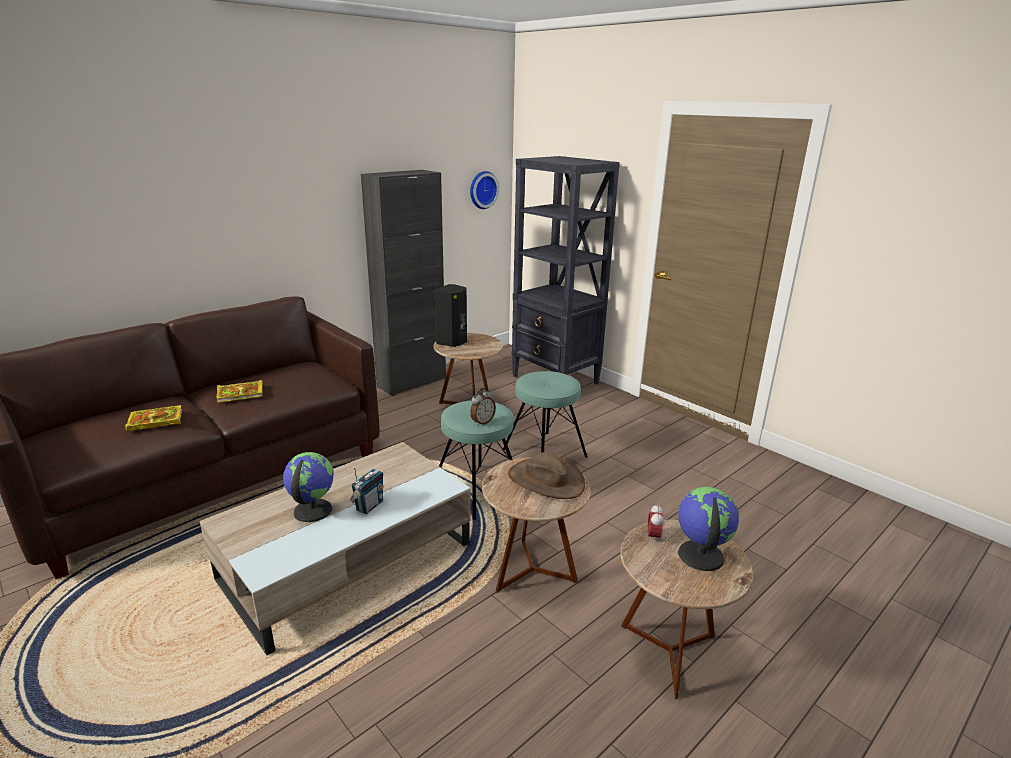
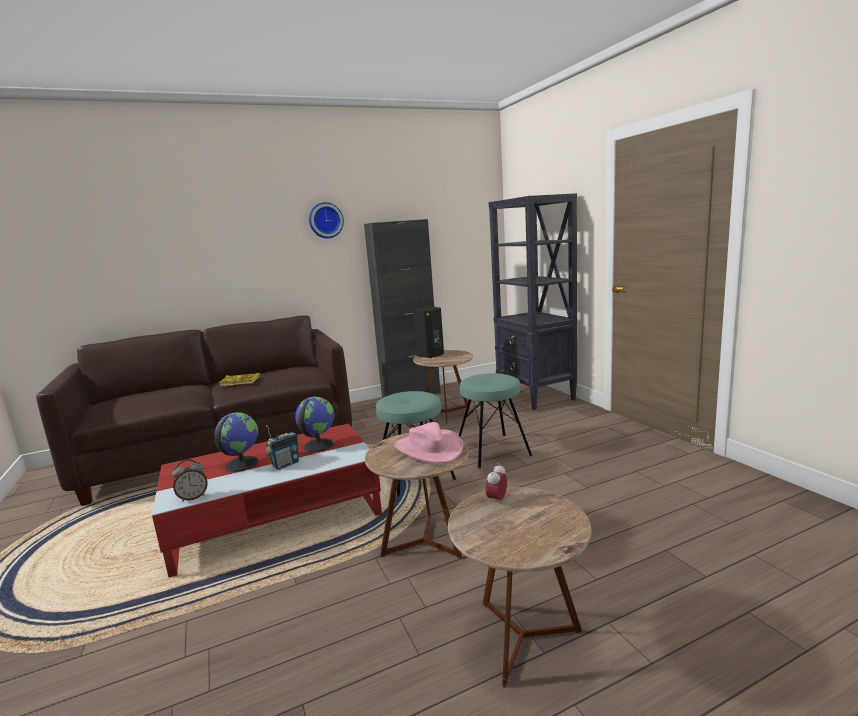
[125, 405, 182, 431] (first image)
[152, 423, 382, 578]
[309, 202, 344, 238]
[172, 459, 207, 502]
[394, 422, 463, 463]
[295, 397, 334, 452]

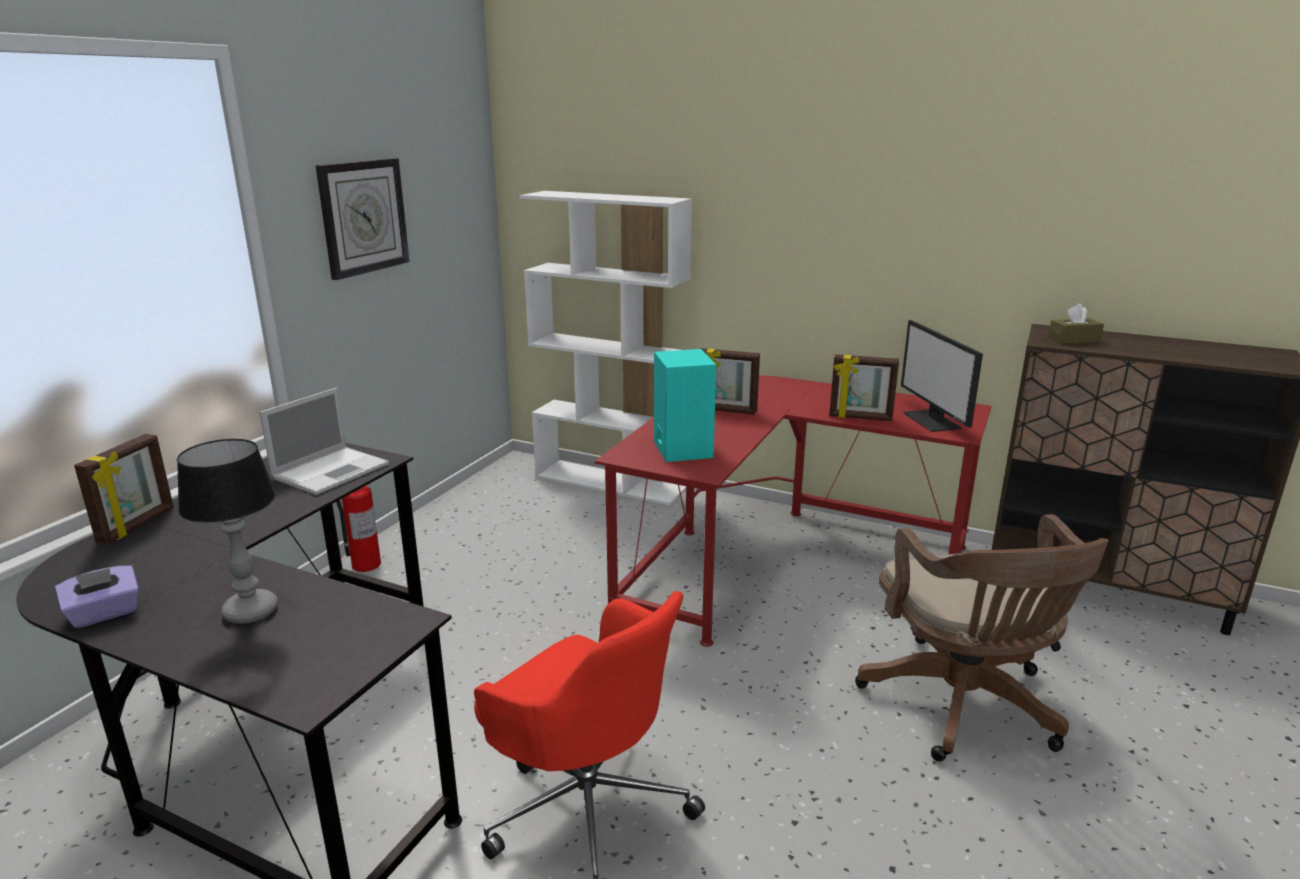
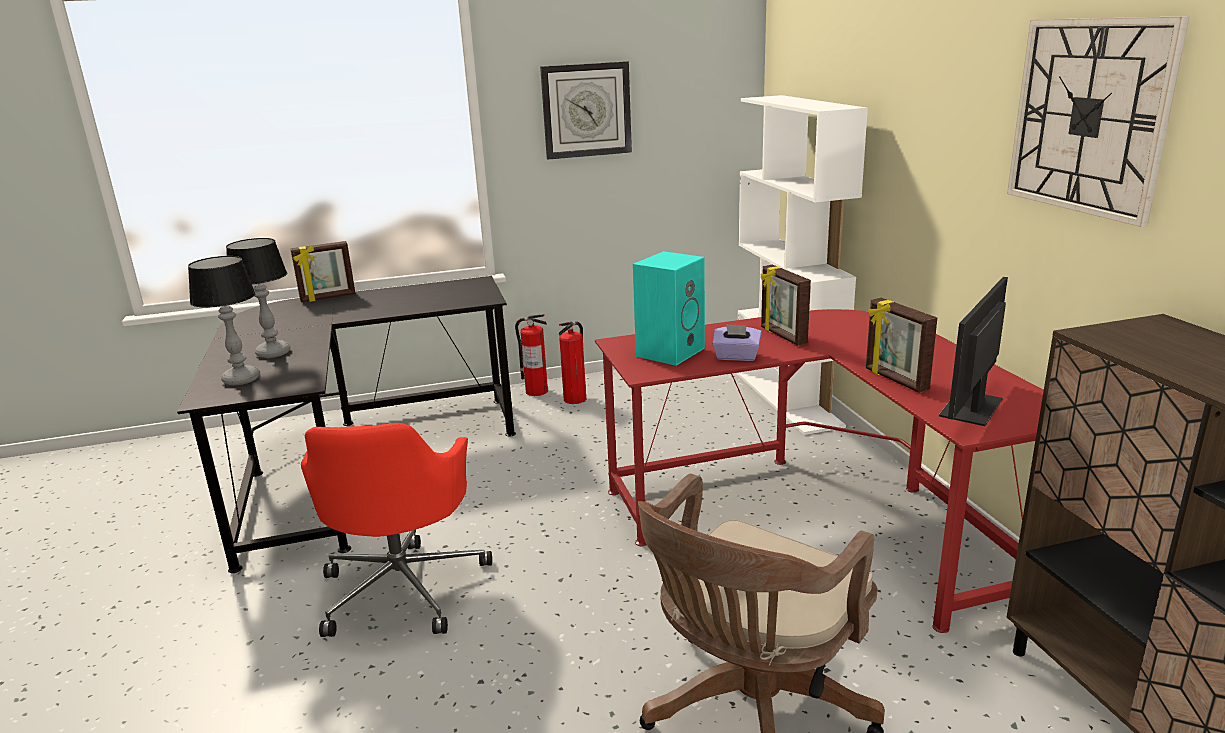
[712, 324, 761, 361]
[259, 388, 389, 495] (first image)
[1048, 303, 1104, 344] (first image)
[188, 256, 260, 385]
[559, 322, 586, 404]
[1007, 16, 1189, 227]

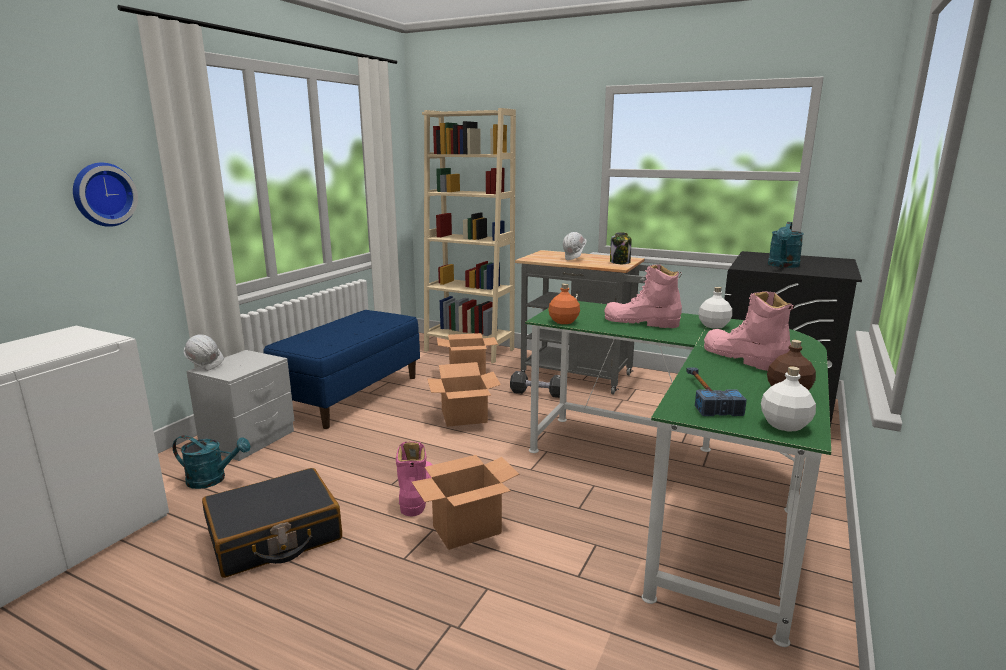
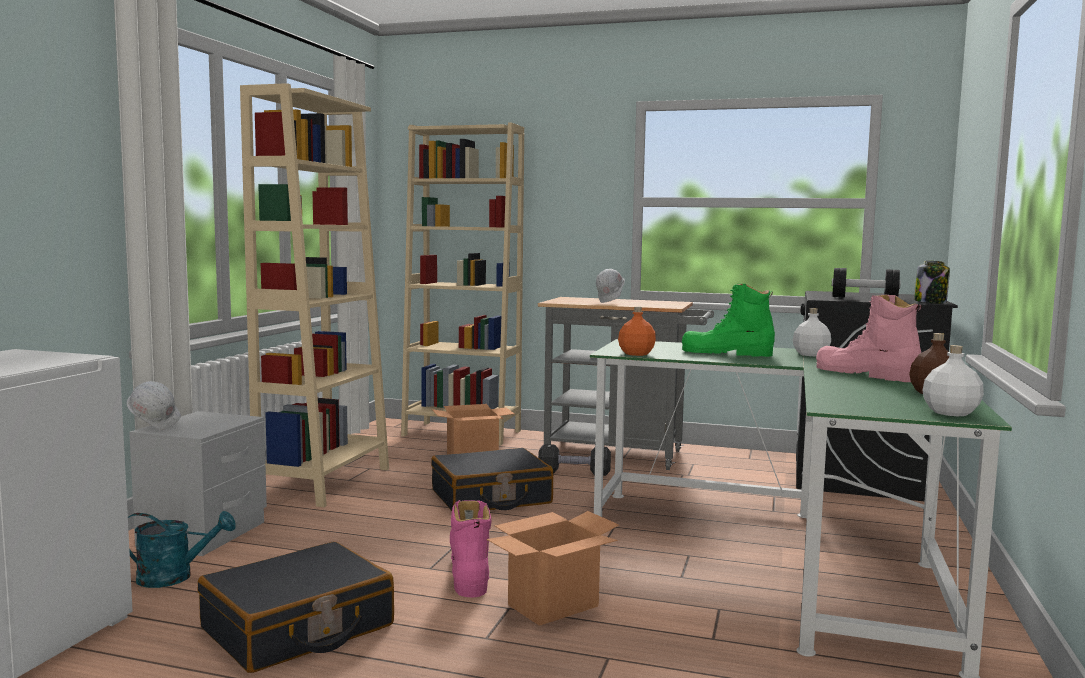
[73, 163, 138, 227] (first image)
[240, 83, 389, 507]
[431, 448, 553, 511]
[682, 284, 775, 357]
[914, 261, 950, 304]
[686, 367, 747, 416] (first image)
[832, 268, 901, 298]

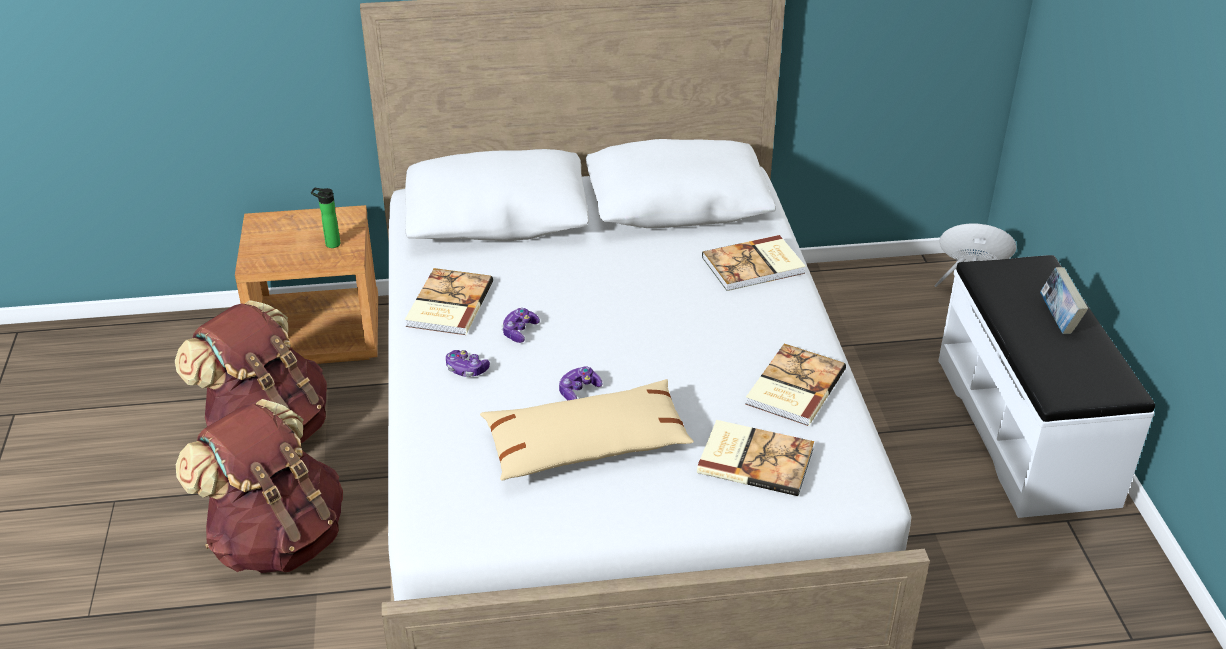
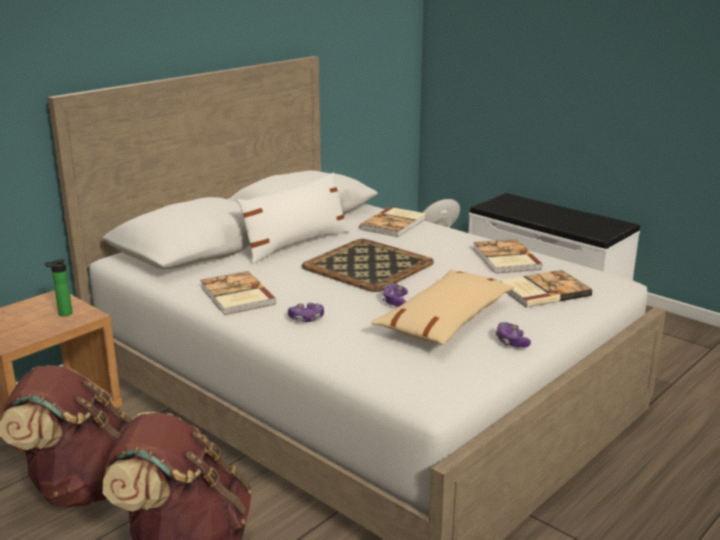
[496, 322, 531, 348]
[1040, 267, 1088, 334] (first image)
[237, 172, 350, 264]
[302, 239, 434, 292]

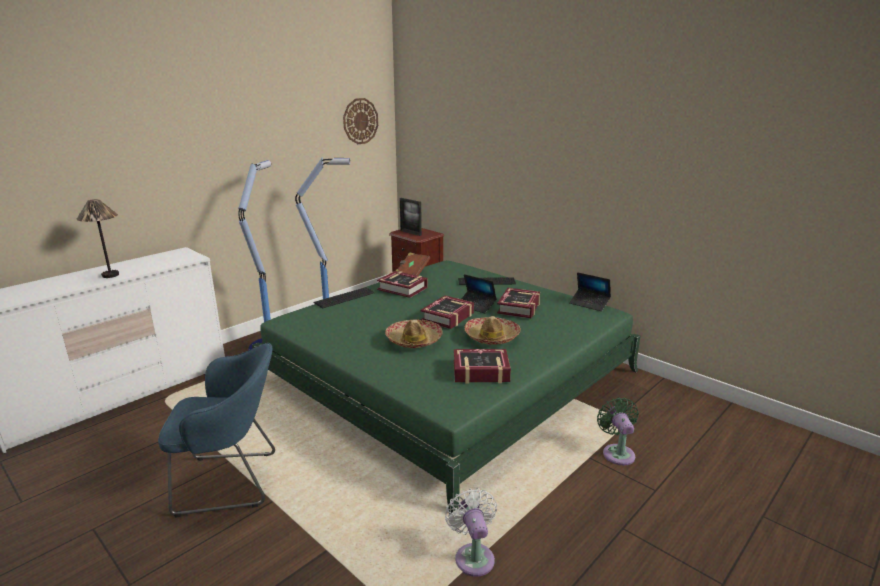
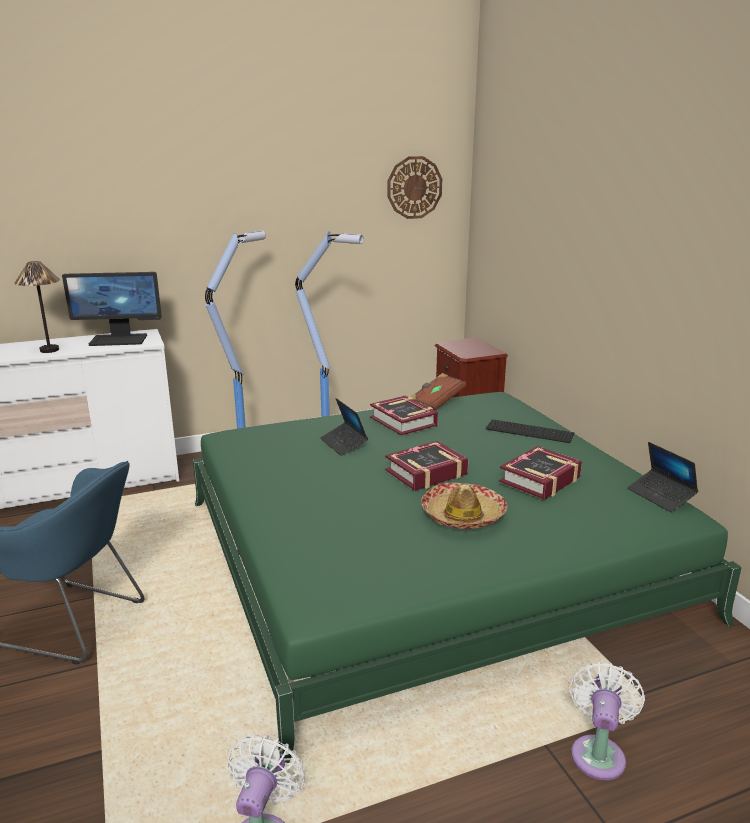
[313, 287, 375, 308] (first image)
[385, 319, 443, 348] (first image)
[400, 198, 422, 236] (first image)
[454, 349, 511, 383] (first image)
[320, 398, 368, 456]
[569, 662, 645, 780]
[62, 272, 162, 346]

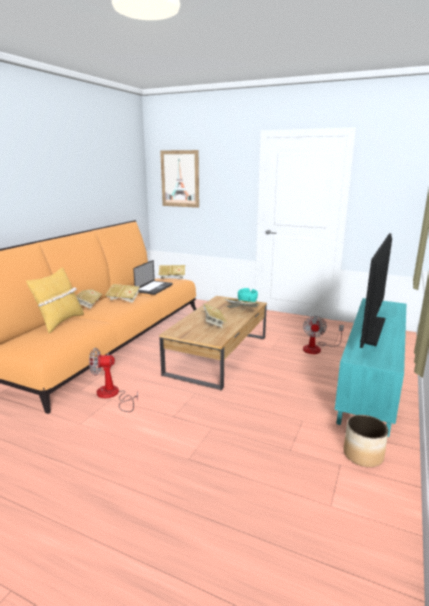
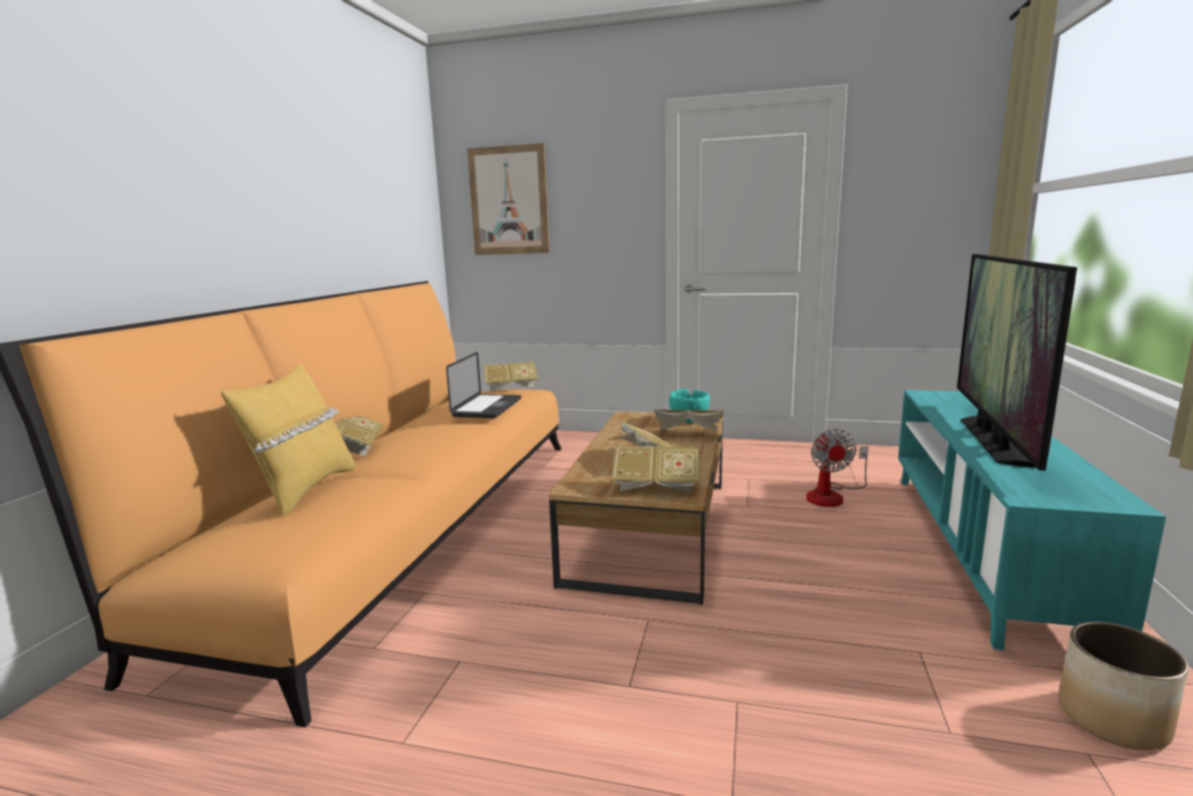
[89, 348, 138, 412] (first image)
[611, 446, 699, 493]

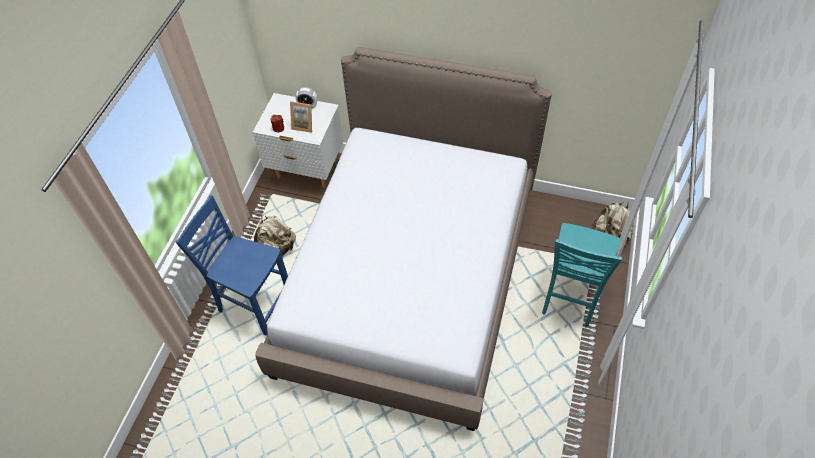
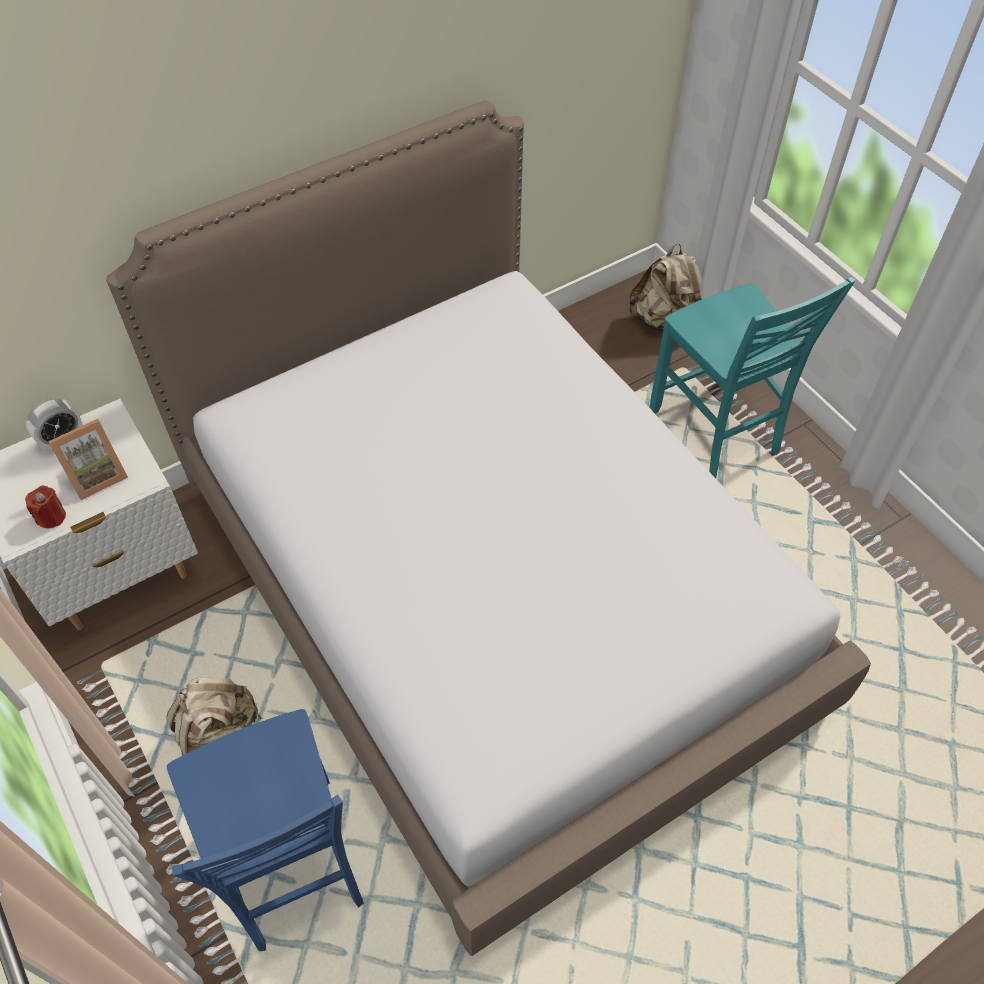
[167, 709, 364, 951]

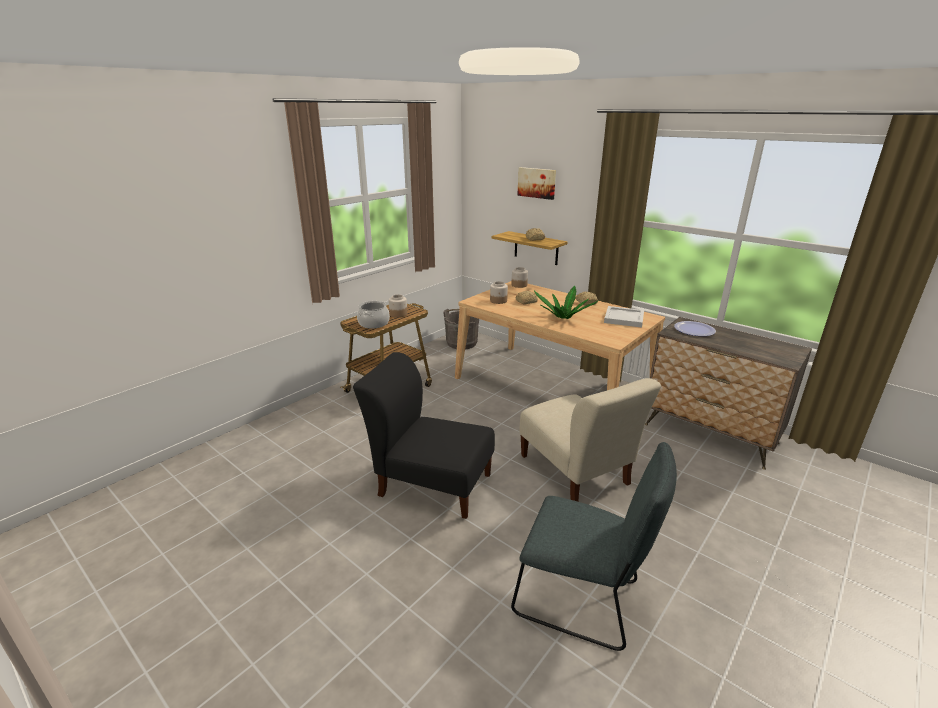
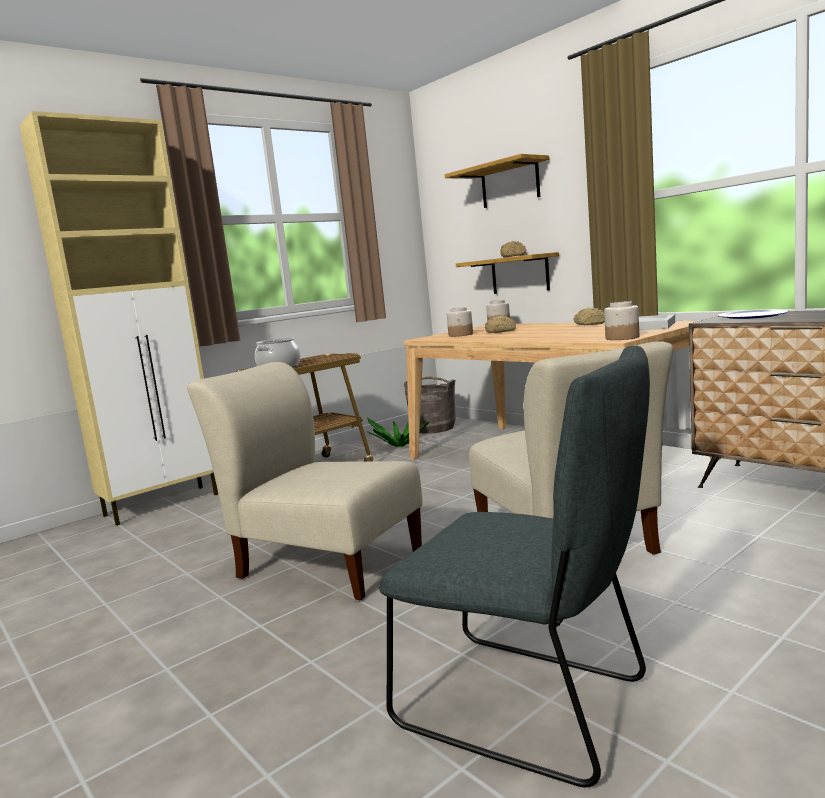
[187, 362, 423, 600]
[604, 301, 639, 340]
[445, 154, 549, 208]
[367, 417, 429, 447]
[20, 111, 218, 526]

